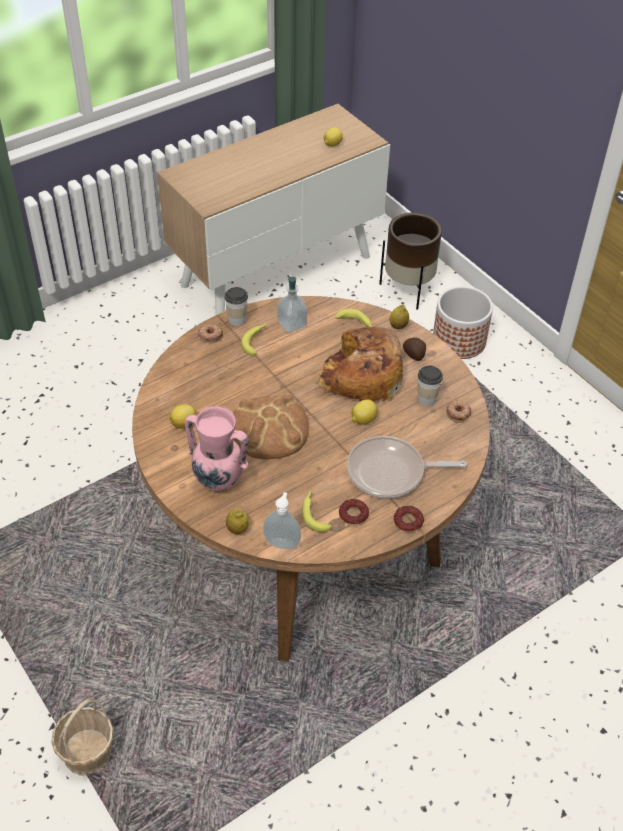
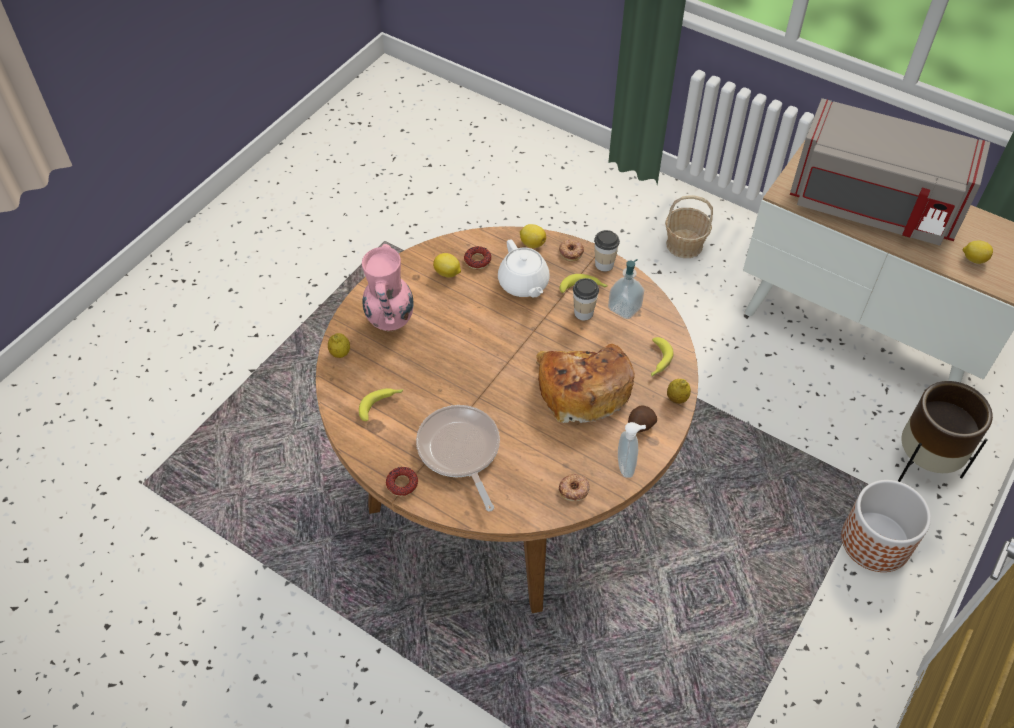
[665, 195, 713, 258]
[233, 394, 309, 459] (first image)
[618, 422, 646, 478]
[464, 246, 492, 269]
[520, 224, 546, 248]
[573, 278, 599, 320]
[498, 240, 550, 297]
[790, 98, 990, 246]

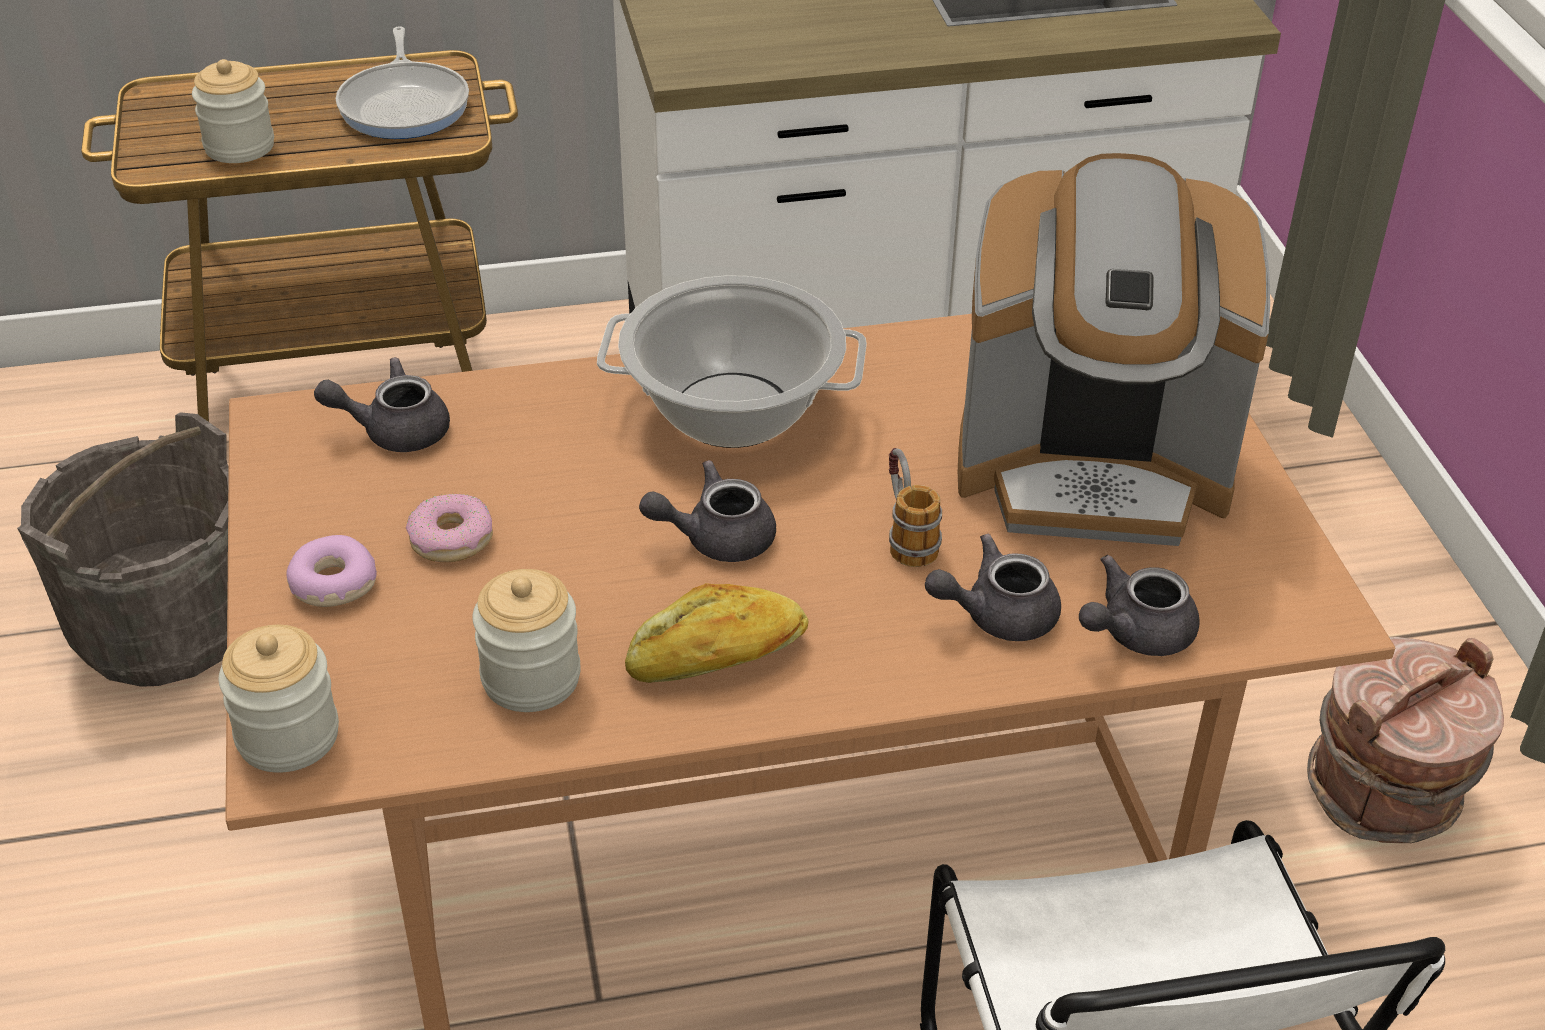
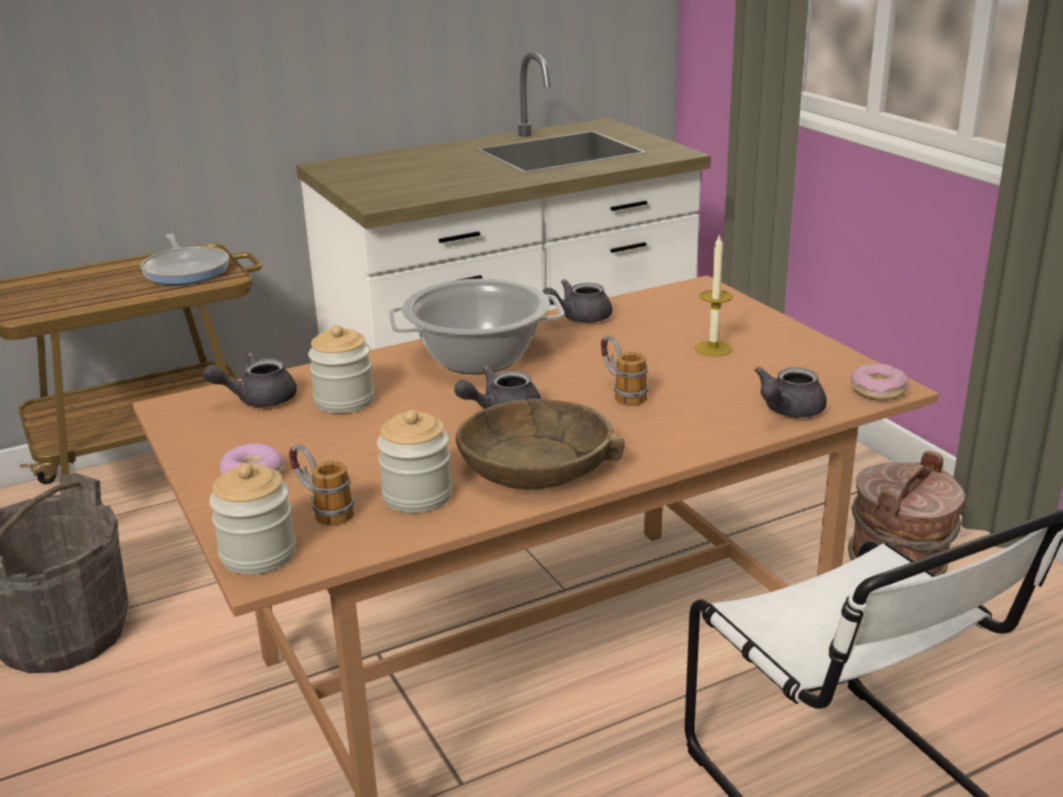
[308, 325, 374, 413]
[851, 363, 909, 400]
[456, 399, 625, 490]
[542, 279, 612, 323]
[695, 236, 732, 357]
[289, 444, 354, 526]

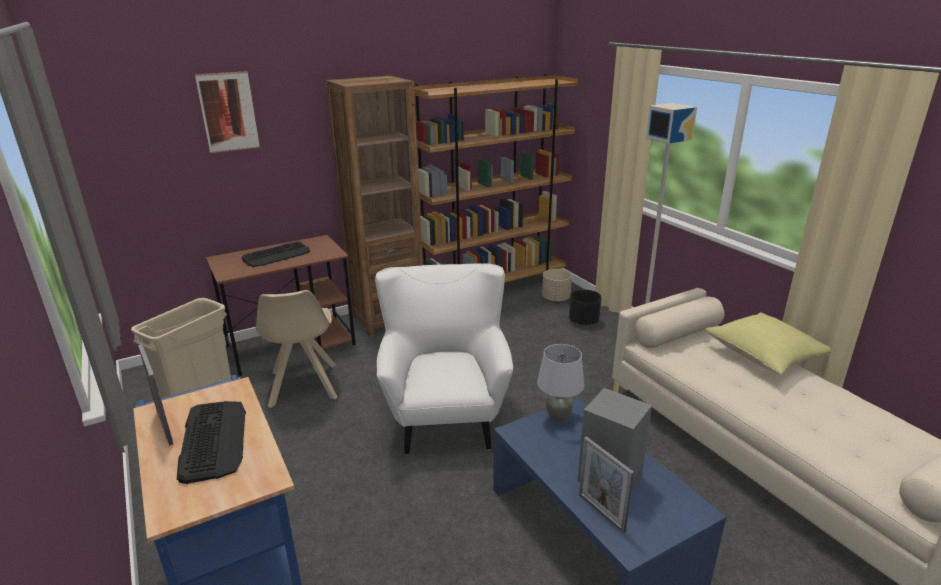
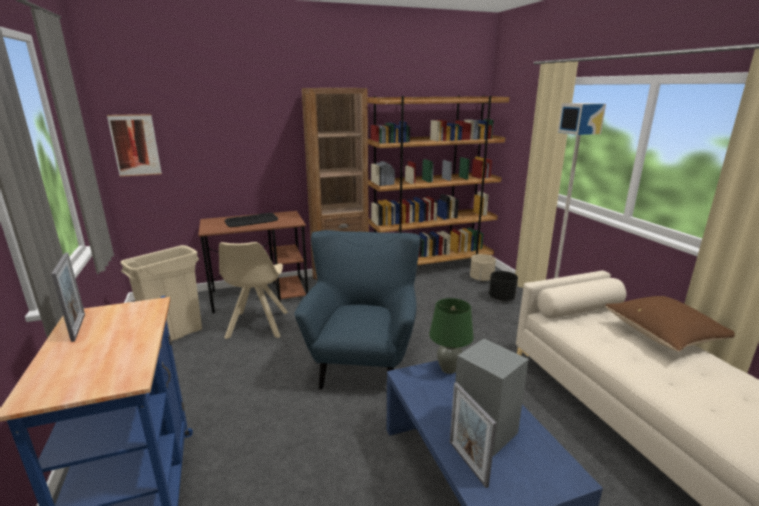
[177, 401, 246, 484] (first image)
[107, 114, 162, 177]
[294, 230, 420, 390]
[429, 298, 474, 374]
[605, 296, 735, 352]

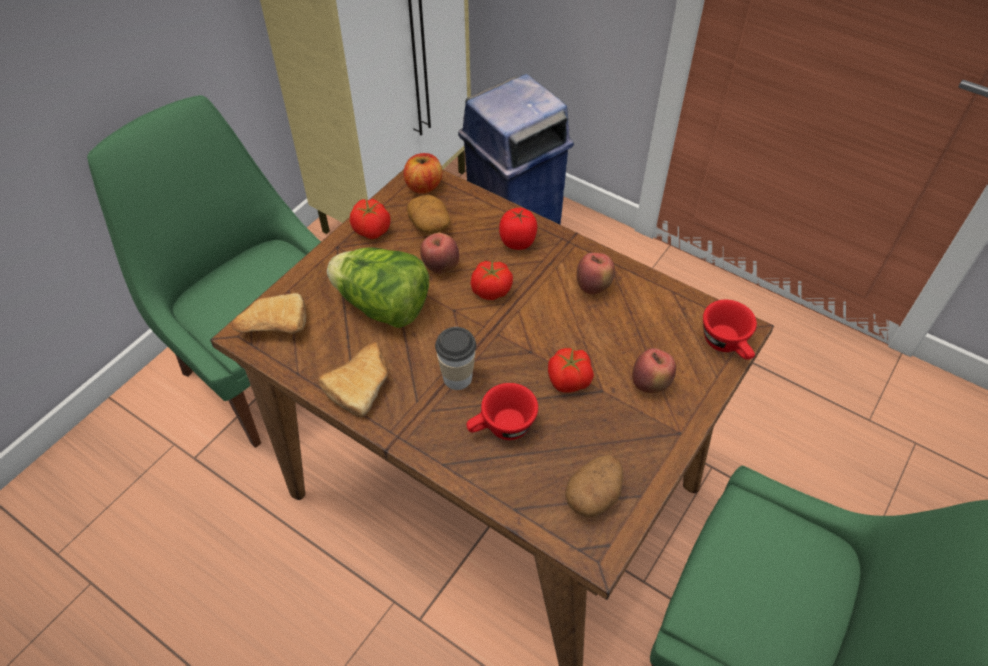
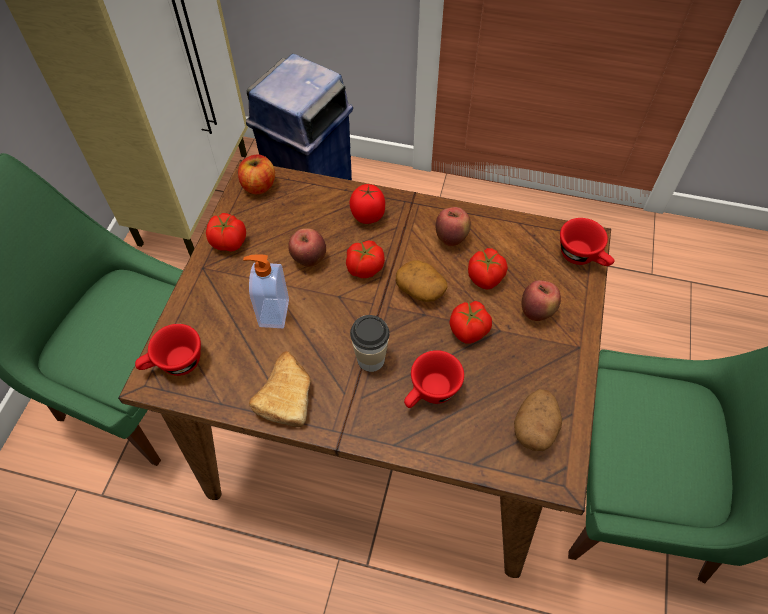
[135, 324, 201, 376]
[243, 254, 289, 328]
[396, 260, 448, 302]
[468, 248, 508, 290]

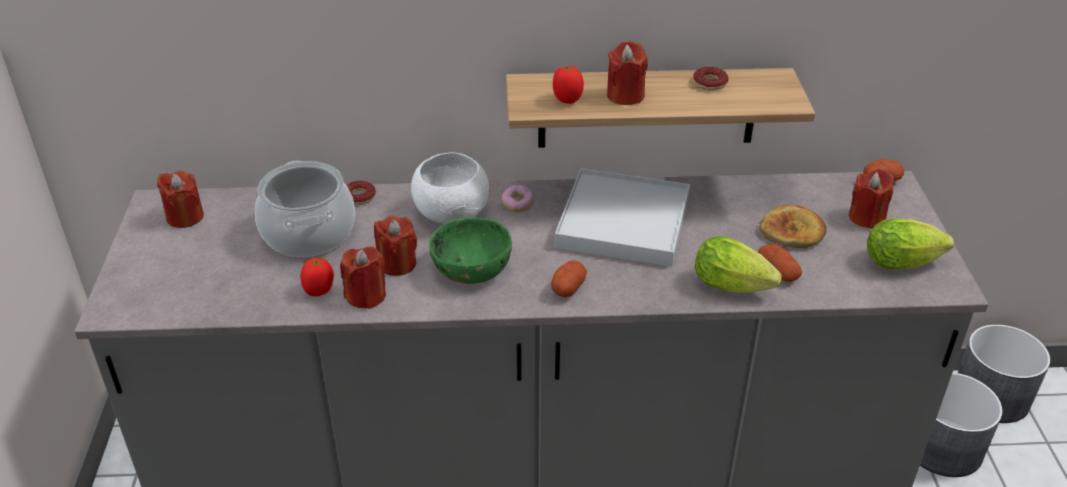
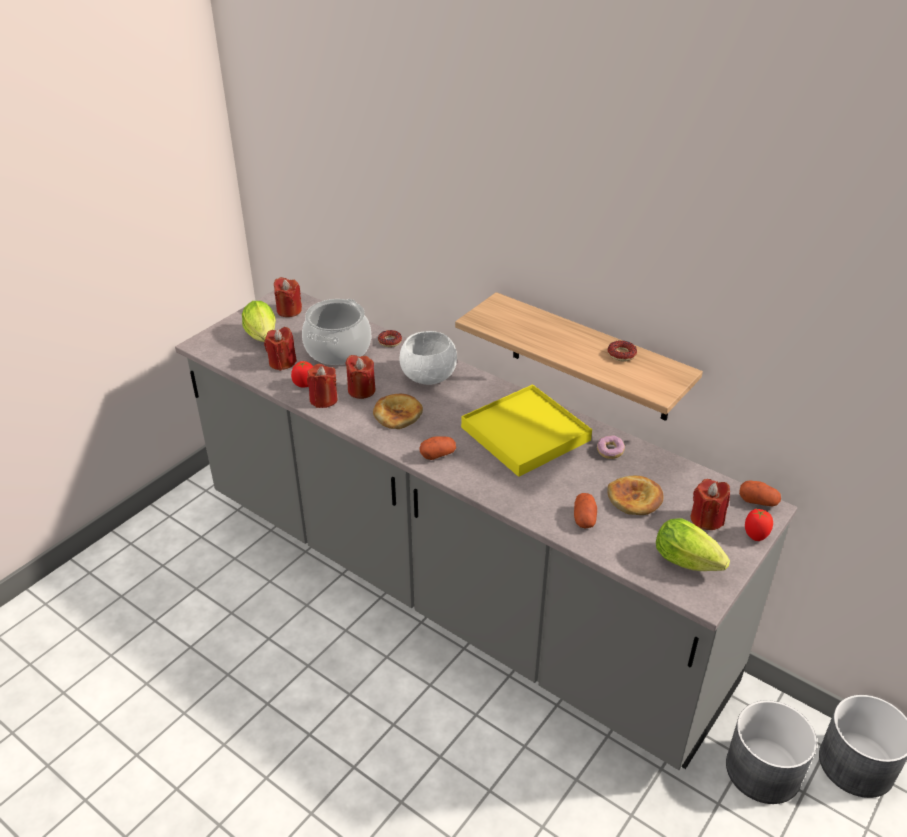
[373, 394, 423, 429]
[597, 435, 625, 459]
[745, 509, 773, 541]
[461, 384, 592, 477]
[264, 327, 297, 371]
[242, 301, 276, 342]

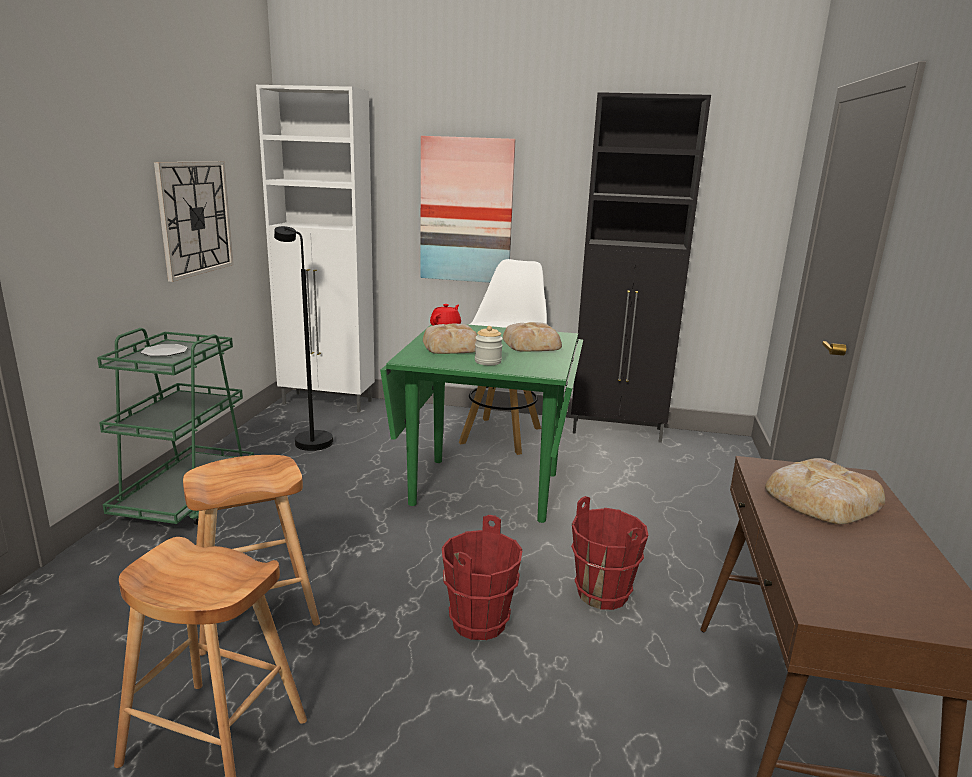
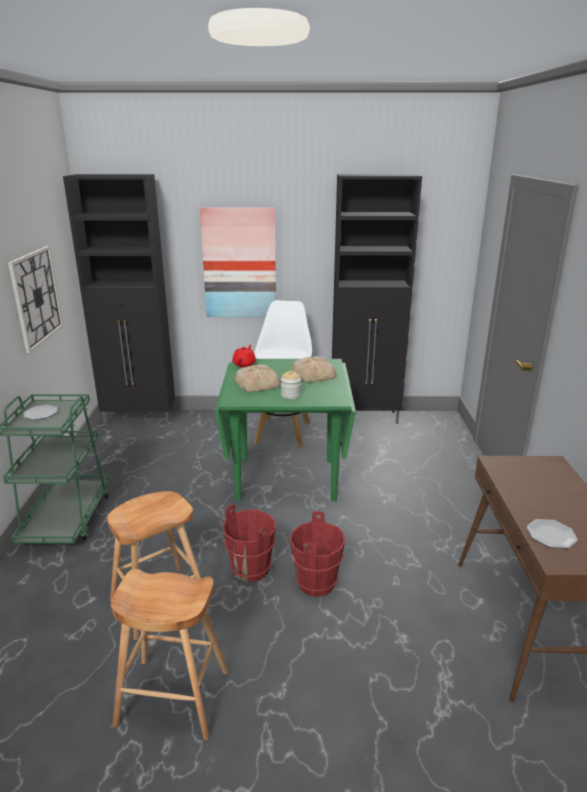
[63, 174, 175, 425]
[274, 226, 333, 451] (first image)
[222, 504, 276, 582]
[765, 458, 885, 524] (first image)
[527, 519, 578, 549]

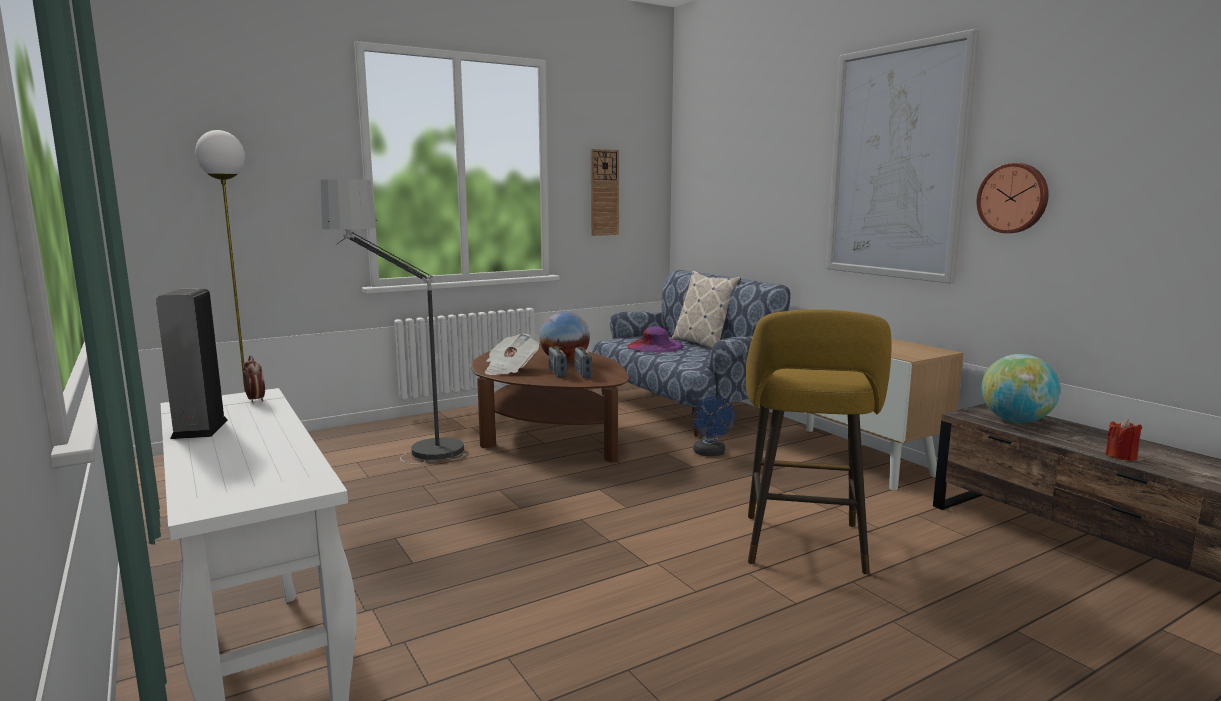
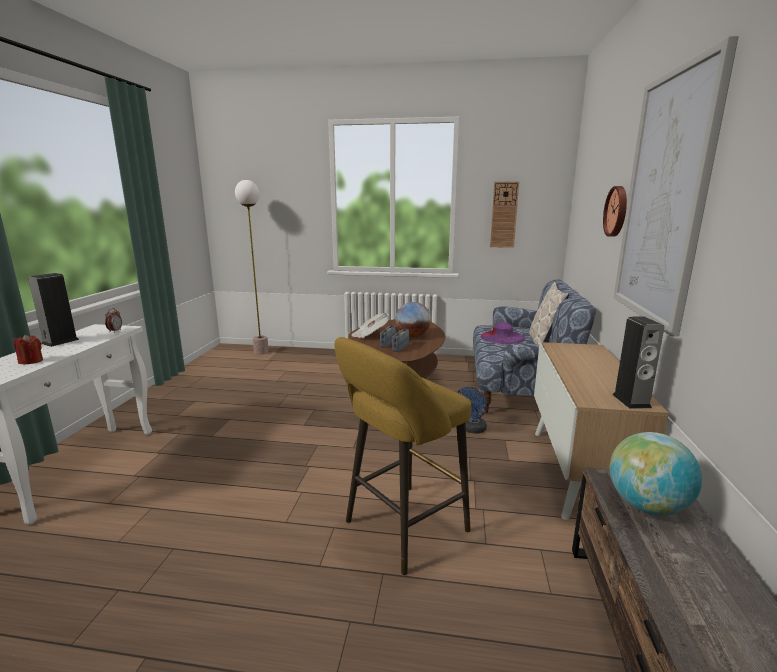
[317, 179, 467, 464] (first image)
[603, 186, 627, 237]
[14, 334, 43, 364]
[612, 316, 664, 409]

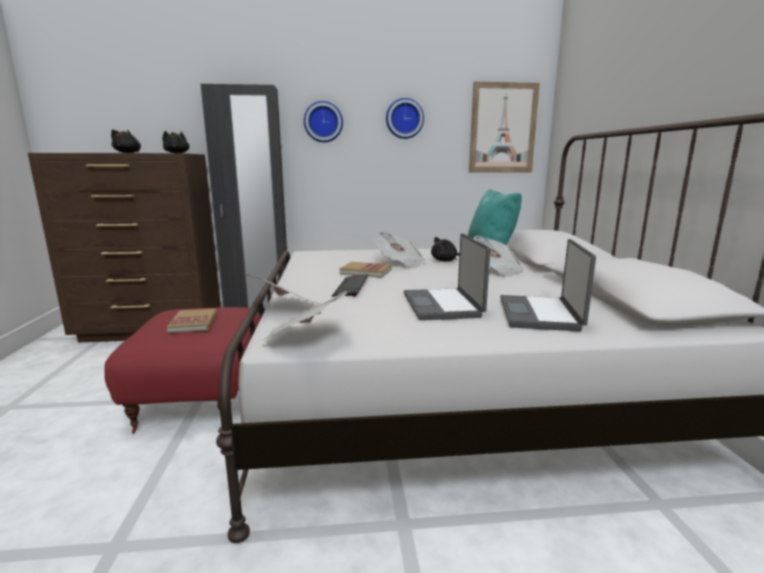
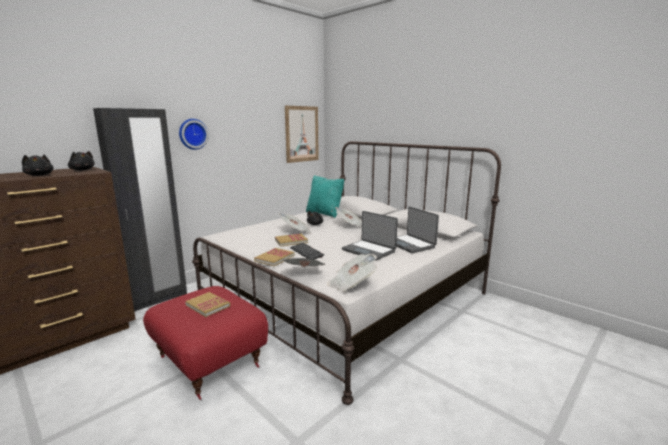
[386, 98, 424, 139] (first image)
[254, 248, 294, 266]

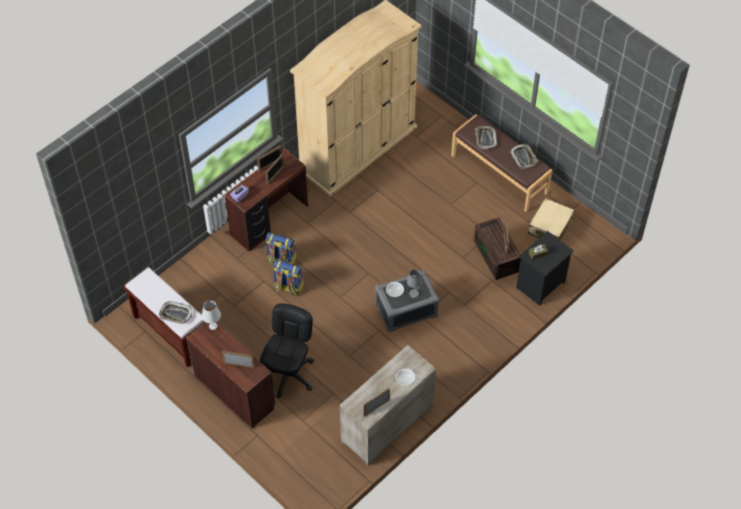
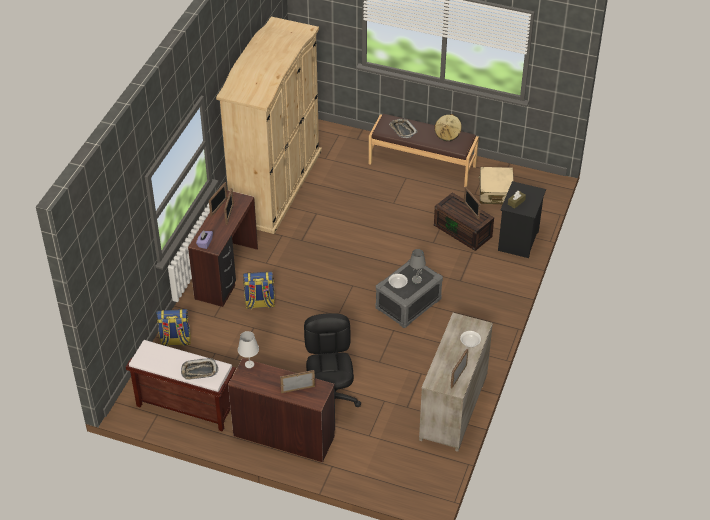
[156, 309, 191, 347]
[435, 114, 462, 141]

